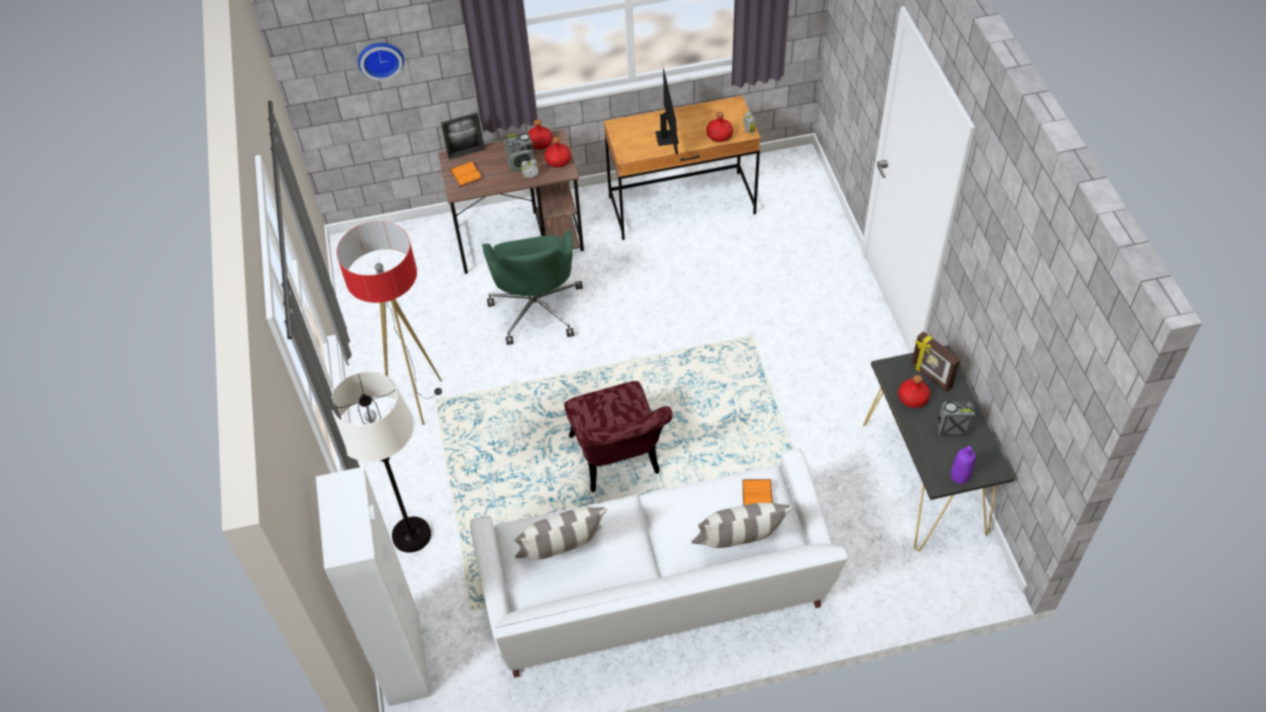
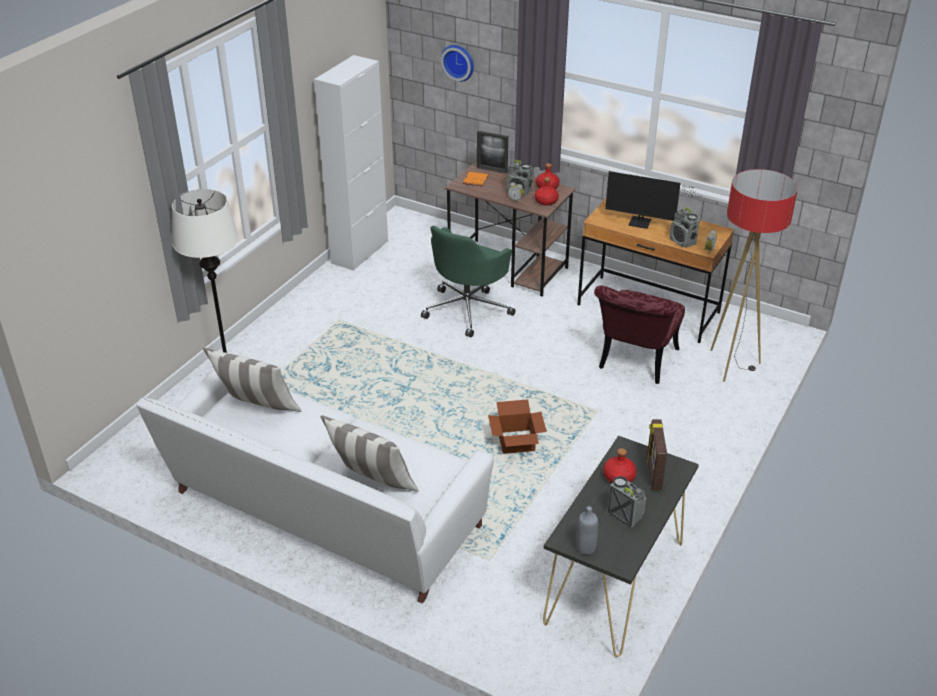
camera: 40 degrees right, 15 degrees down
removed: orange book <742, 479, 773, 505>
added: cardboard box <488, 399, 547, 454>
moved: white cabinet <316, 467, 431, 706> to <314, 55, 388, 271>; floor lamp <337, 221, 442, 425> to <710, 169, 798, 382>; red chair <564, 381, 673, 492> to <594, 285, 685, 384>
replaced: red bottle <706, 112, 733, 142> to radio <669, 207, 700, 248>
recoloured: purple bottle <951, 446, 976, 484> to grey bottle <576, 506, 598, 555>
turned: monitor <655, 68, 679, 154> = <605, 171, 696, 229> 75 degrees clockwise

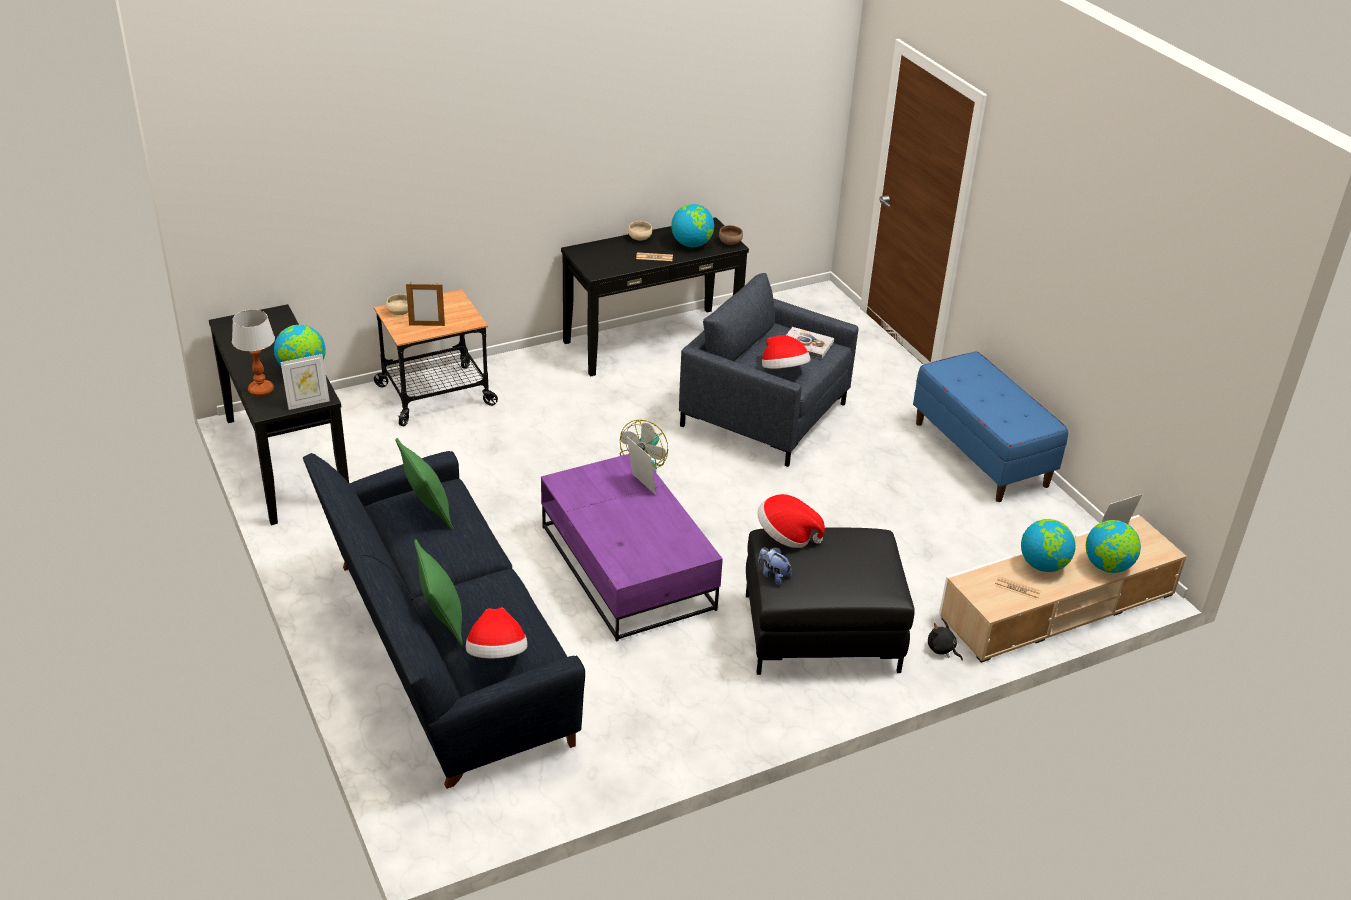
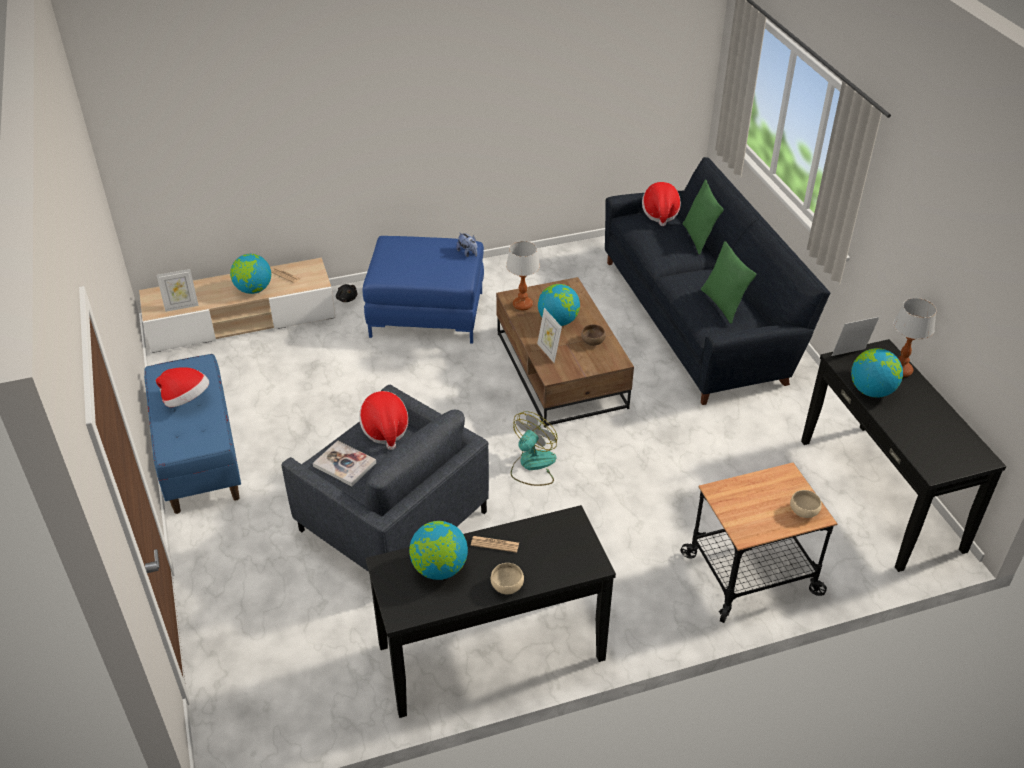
camera: 170 degrees left, 5 degrees up
removed: picture frame <406, 284, 445, 326>
added: table lamp <506, 241, 540, 311>
moved: brown bowl <719, 225, 743, 245> to <581, 324, 606, 346>; hat <758, 494, 825, 548> to <156, 367, 209, 407>; globe <1086, 520, 1141, 573> to <538, 284, 580, 326>
recoloured: purple coffee table <541, 454, 723, 642> to brown coffee table <496, 277, 634, 428>; black ottoman <746, 528, 915, 675> to blue ottoman <363, 236, 484, 344>

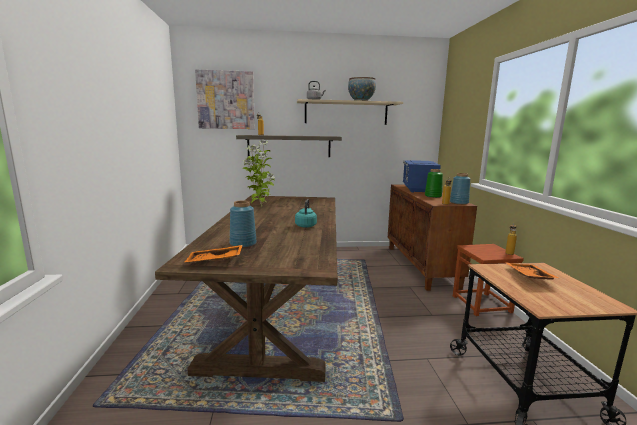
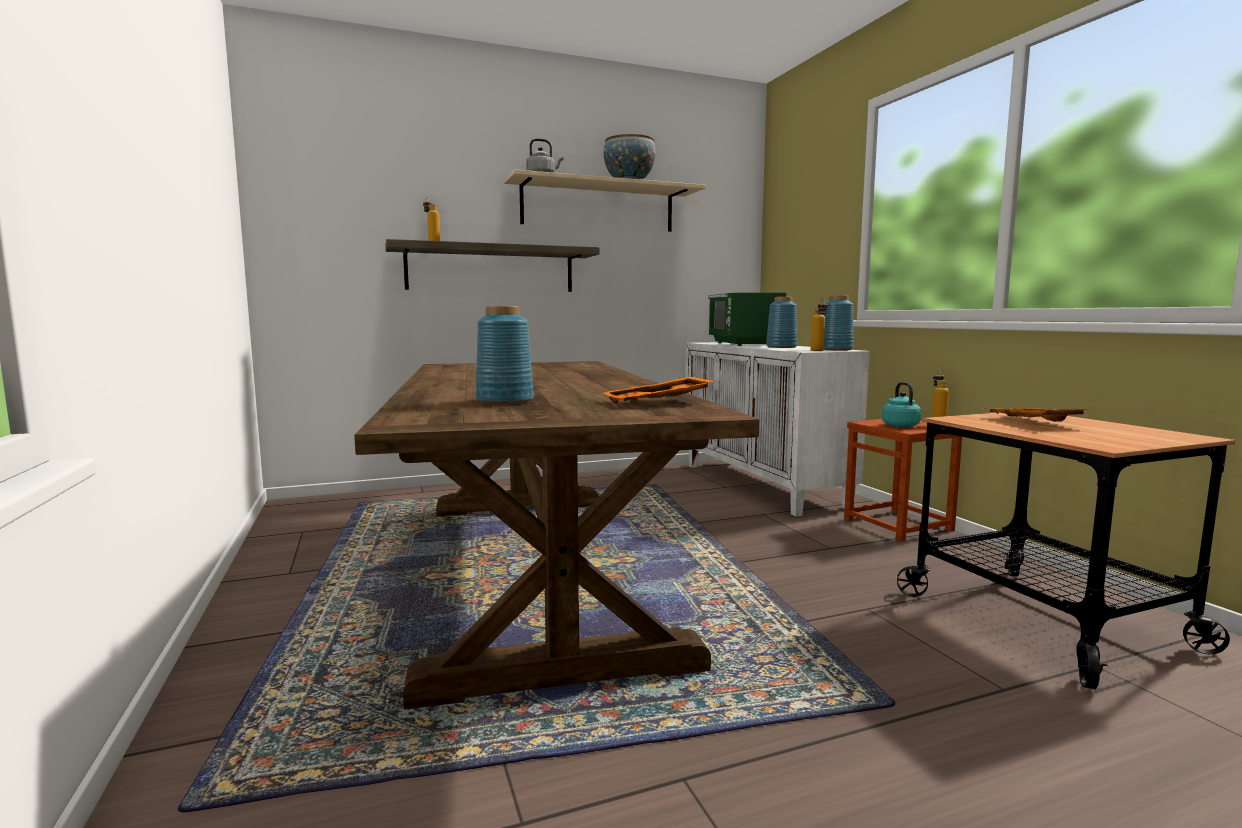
camera: 15 degrees left, 5 degrees down
removed: picture <195, 69, 255, 129>; potted plant <243, 140, 275, 208>
moved: orange tray <184, 245, 243, 263> to <602, 377, 714, 404>; turquoise kettle <295, 199, 317, 228> to <882, 382, 921, 428>
recoloured: brown cabinet <388, 184, 477, 291> to white cabinet <685, 342, 870, 517>; blue microwave <403, 160, 441, 193> to green microwave <708, 292, 786, 346>; green vase <425, 169, 443, 198> to blue vase <766, 297, 797, 348>

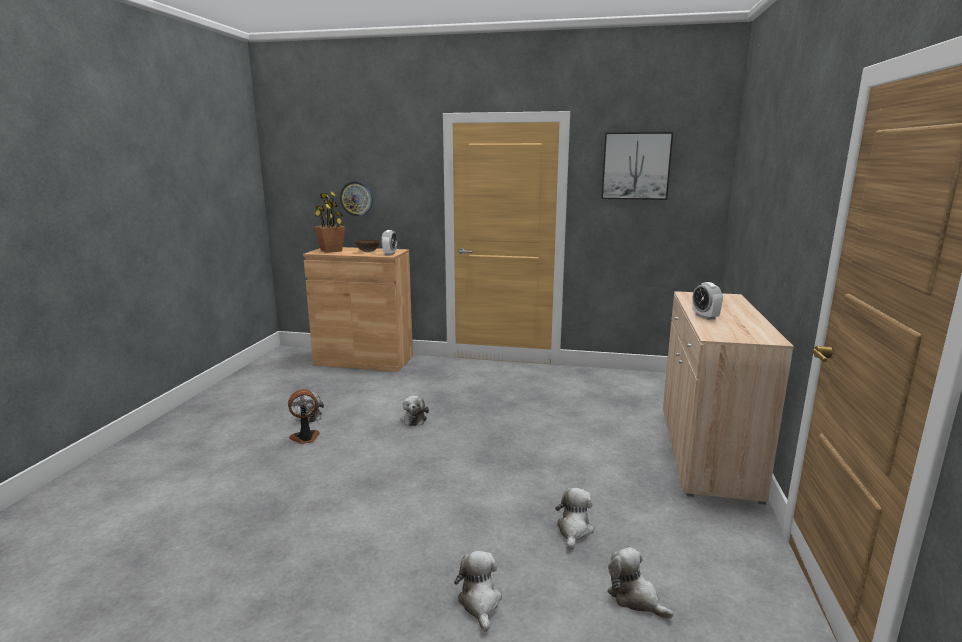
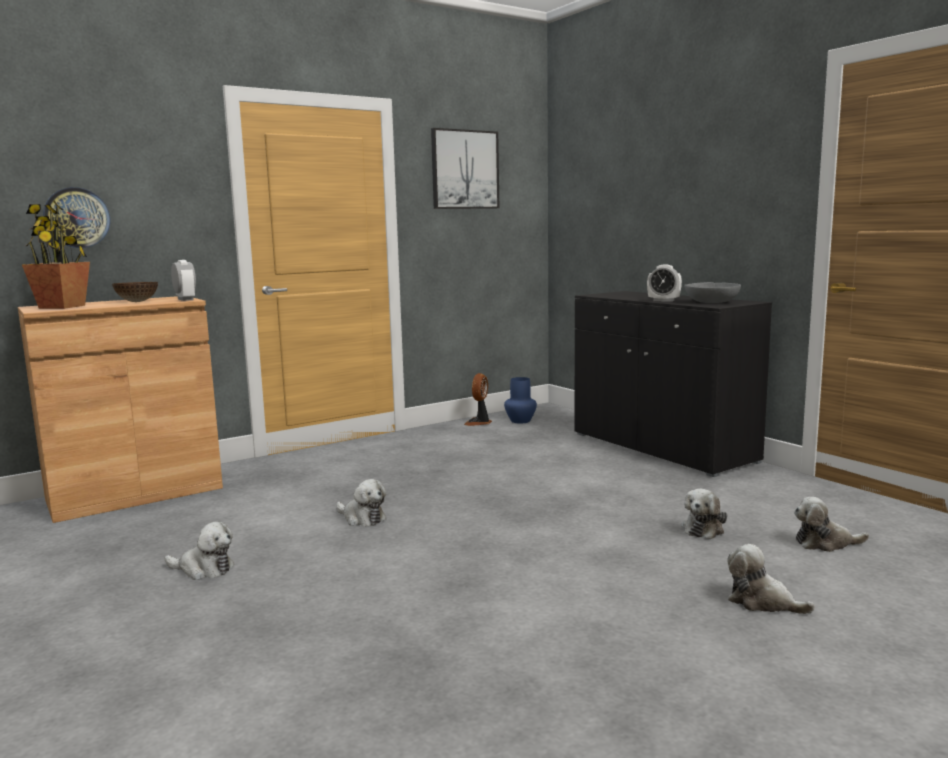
camera: 45 degrees left, 5 degrees down
added: blue vase <504, 377, 537, 424>; grey bowl <684, 282, 741, 303>
moved: fan <288, 389, 320, 444> to <464, 373, 492, 426>
recoloured: beige cabinet <663, 291, 794, 505> to black cabinet <574, 291, 772, 477>
turned: plush toy <555, 488, 594, 550> = <682, 489, 727, 539> 120 degrees counterclockwise

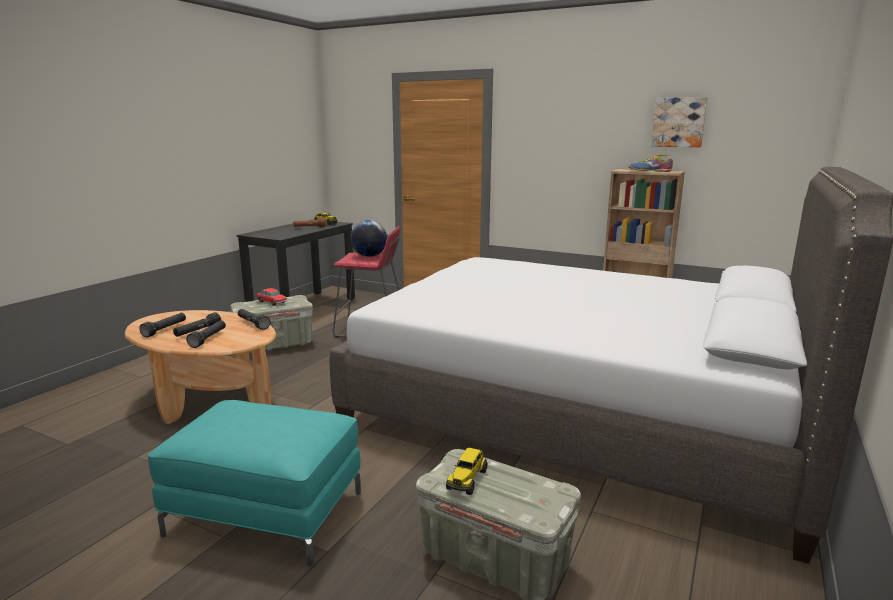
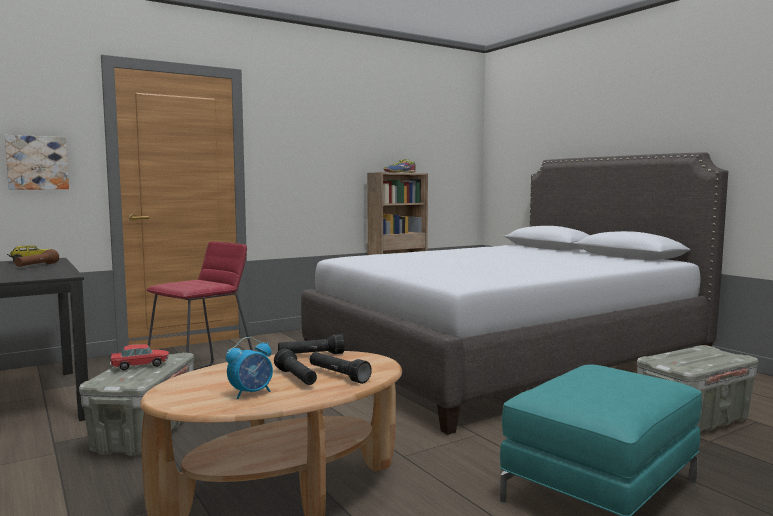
camera: 60 degrees left, 10 degrees down
removed: globe <350, 220, 387, 257>; toy truck <446, 448, 488, 495>
moved: picture <651, 97, 707, 147> to <5, 135, 69, 189>
replaced: black flashlight <139, 313, 186, 338> to alarm clock <226, 337, 273, 399>

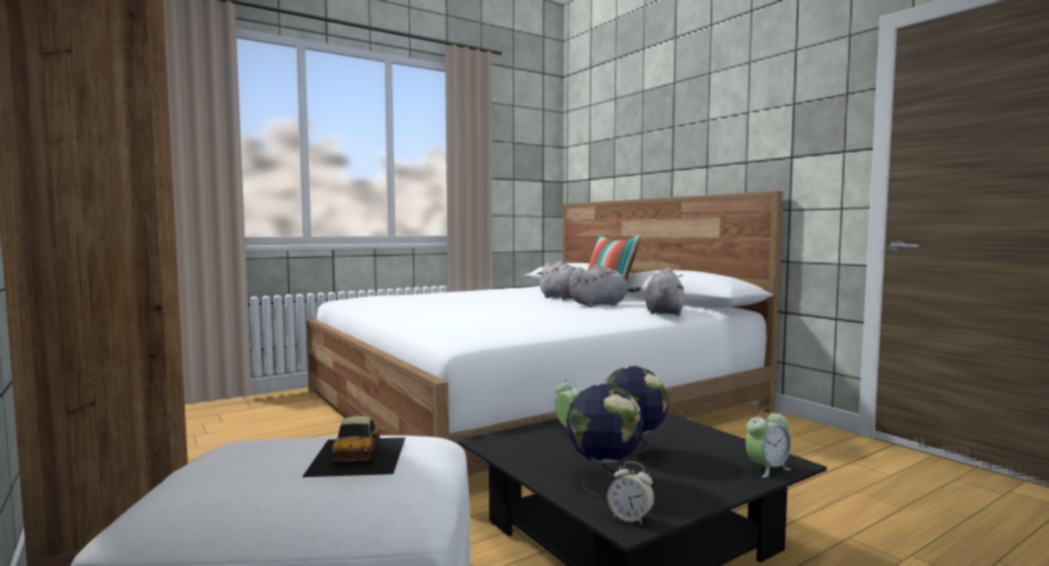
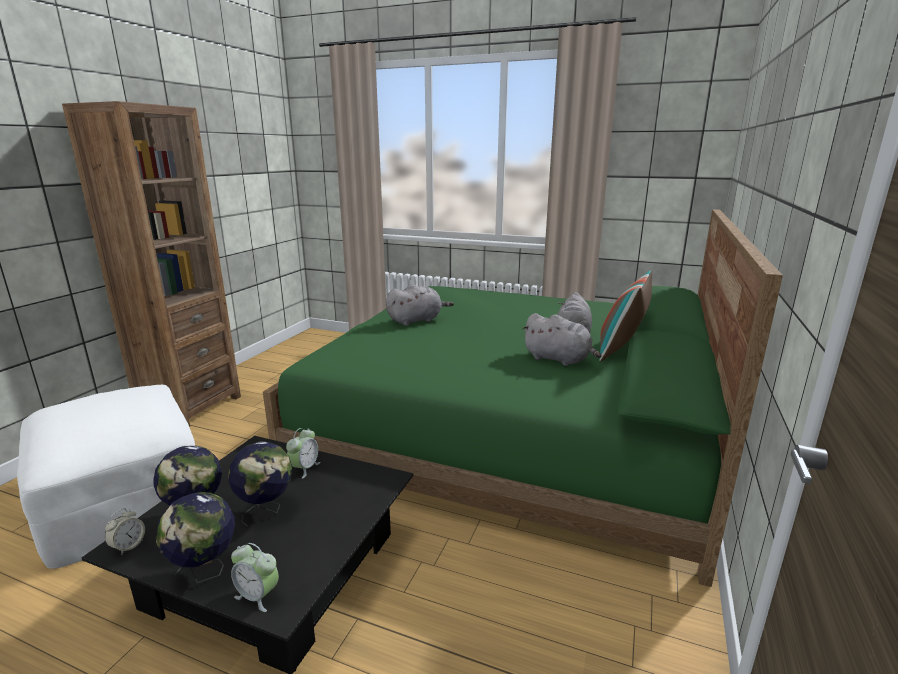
camera: 55 degrees right, 15 degrees up
removed: toy car <302, 416, 406, 477>
added: globe <156, 492, 235, 583>
moved: grey plush toy <645, 268, 684, 316> to <386, 284, 454, 326>
recoloured: white bed <306, 191, 783, 475> to green bed <263, 209, 783, 587>
turned: alarm clock <607, 462, 654, 525> = <105, 508, 145, 555> 150 degrees counterclockwise

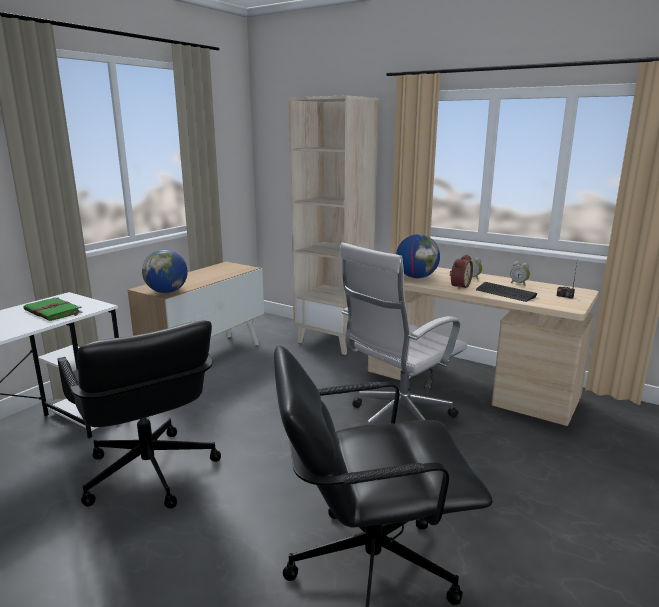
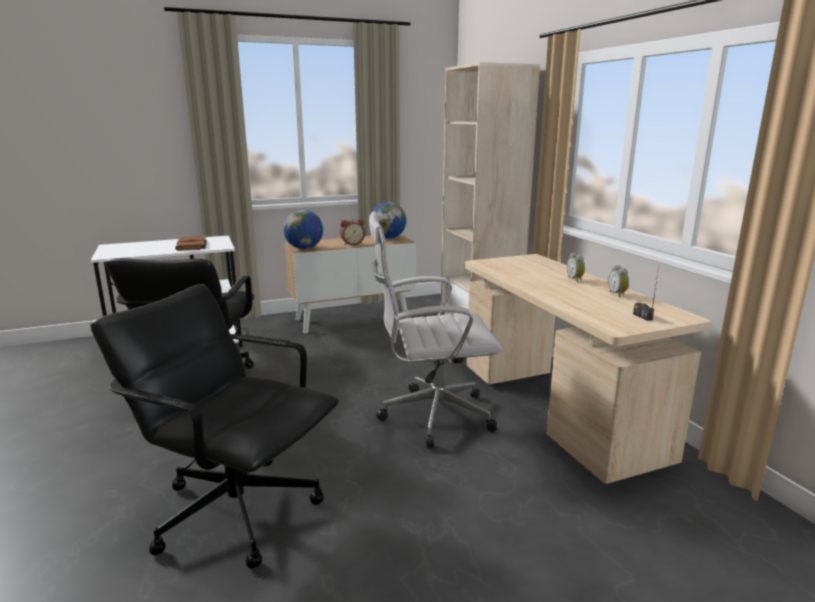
camera: 35 degrees right, 0 degrees up
removed: keyboard <476, 282, 537, 302>
moved: globe <396, 234, 440, 278> to <372, 202, 406, 239>; alarm clock <450, 254, 473, 289> to <340, 219, 365, 245>
recoloured: green book <23, 297, 83, 321> to brown book <175, 236, 207, 251>

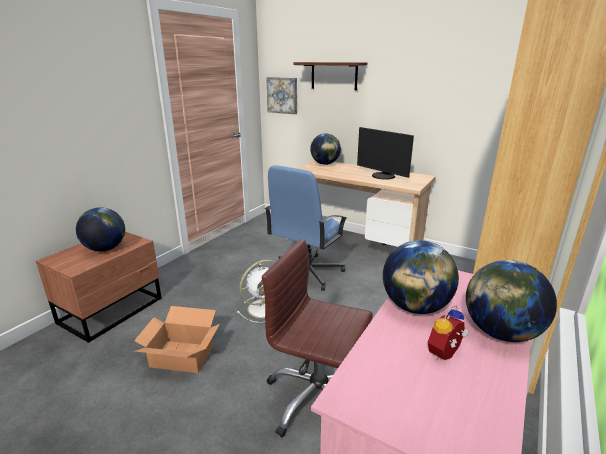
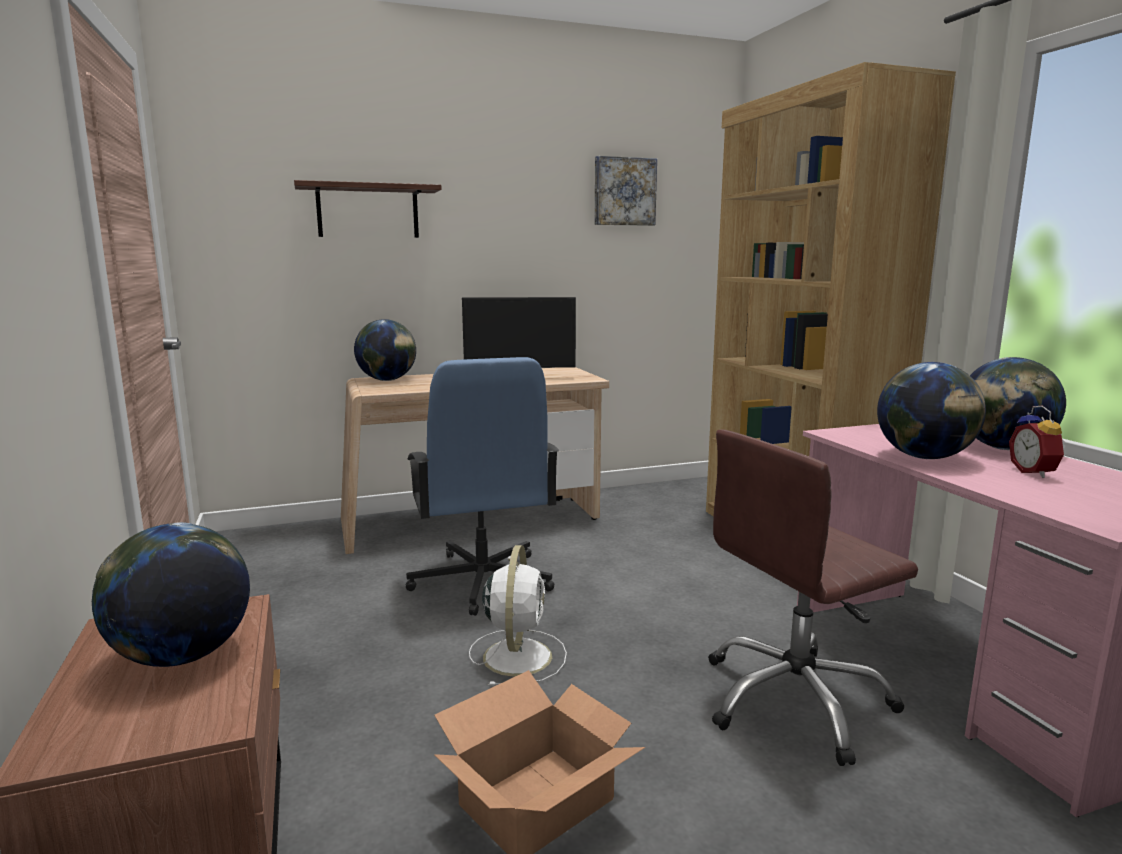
camera: 50 degrees left, 10 degrees down
moved: picture <266, 77, 297, 114> to <594, 156, 657, 226>

